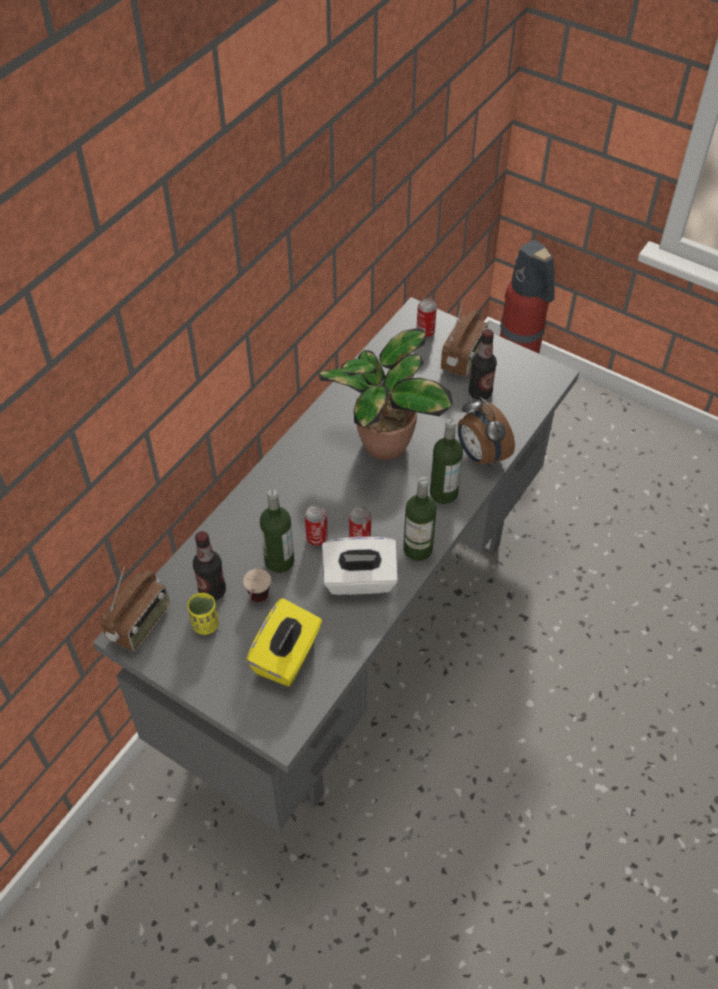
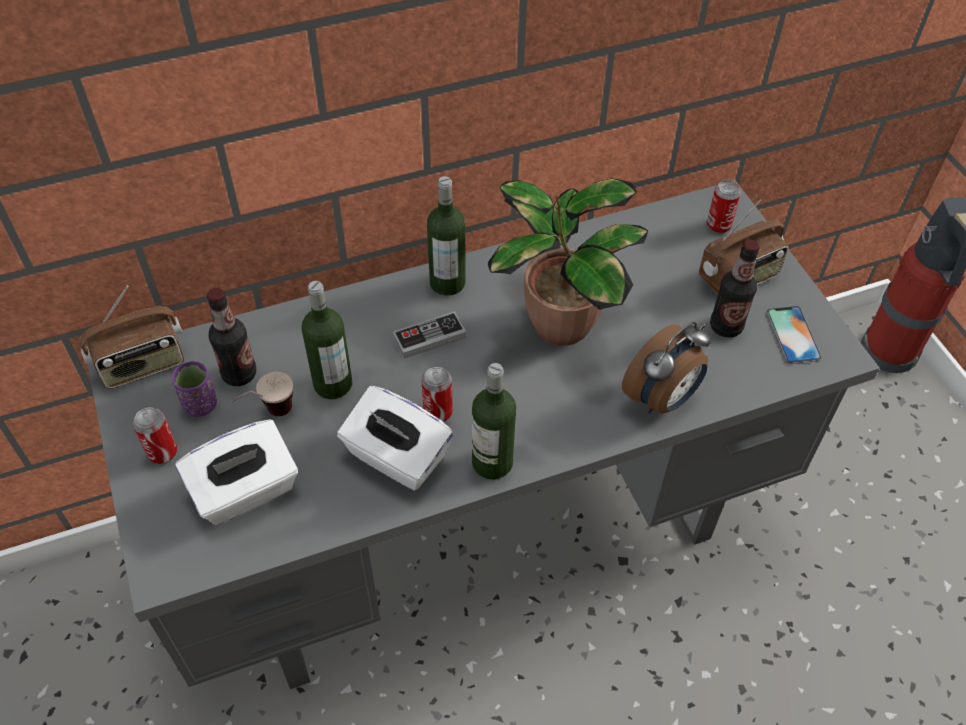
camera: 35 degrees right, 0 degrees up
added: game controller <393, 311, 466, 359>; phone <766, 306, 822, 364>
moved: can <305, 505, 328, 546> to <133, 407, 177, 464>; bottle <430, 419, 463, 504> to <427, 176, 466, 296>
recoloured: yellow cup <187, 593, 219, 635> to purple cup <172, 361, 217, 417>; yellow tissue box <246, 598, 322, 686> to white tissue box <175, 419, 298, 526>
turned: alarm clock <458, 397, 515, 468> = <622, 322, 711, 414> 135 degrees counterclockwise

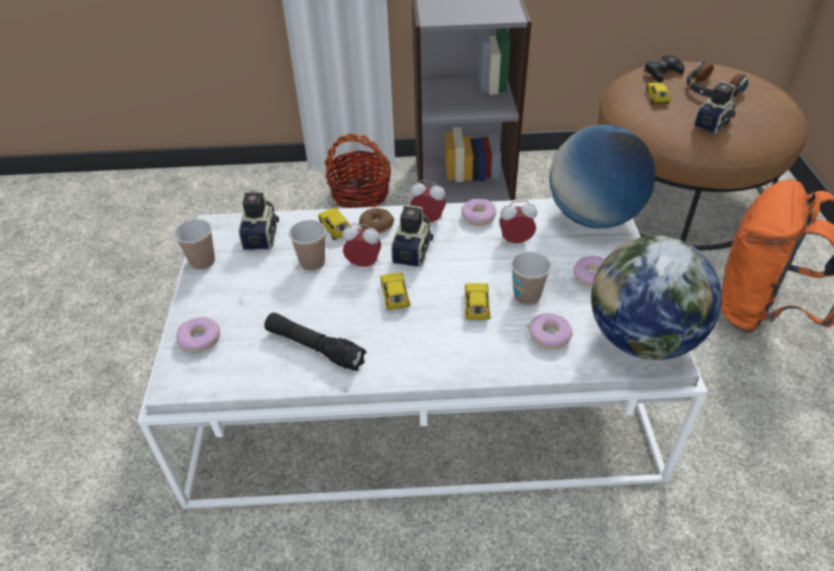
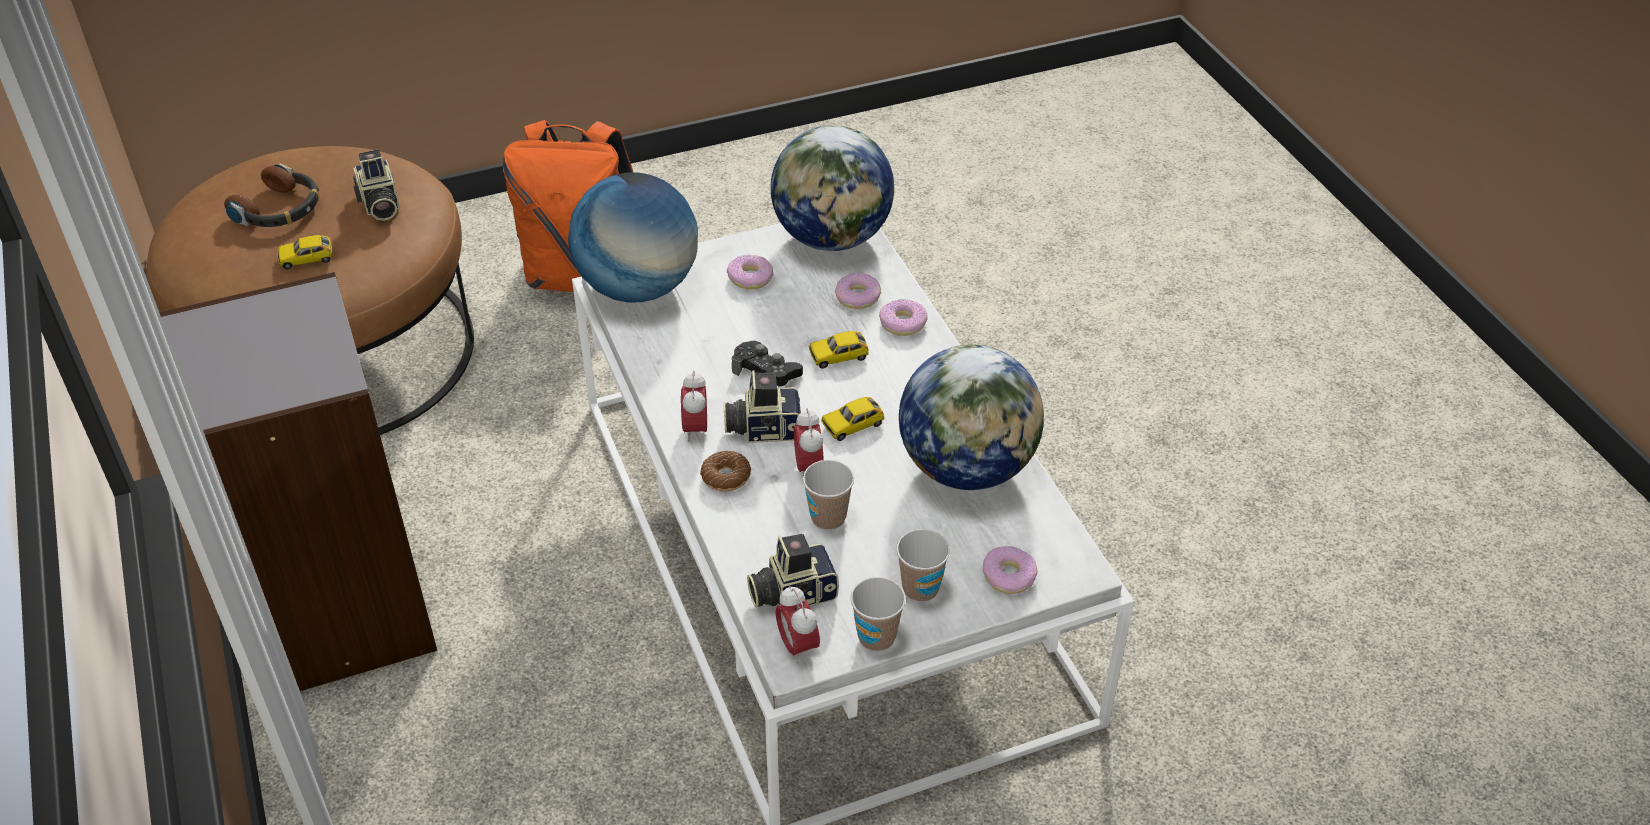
camera: 110 degrees left, 0 degrees up
removed: toy car <318, 208, 351, 240>; basket <324, 134, 391, 208>
moved: donut <461, 199, 496, 226> to <879, 299, 928, 336>; alarm clock <499, 201, 537, 243> to <776, 585, 820, 664>; cup <511, 251, 551, 305> to <896, 529, 950, 602>; black game controller <644, 55, 685, 83> to <732, 341, 803, 387>
replaced: black flashlight <264, 312, 367, 371> to globe <899, 344, 1044, 490>
turned: photo camera <694, 81, 736, 134> = <353, 150, 400, 221> 135 degrees counterclockwise

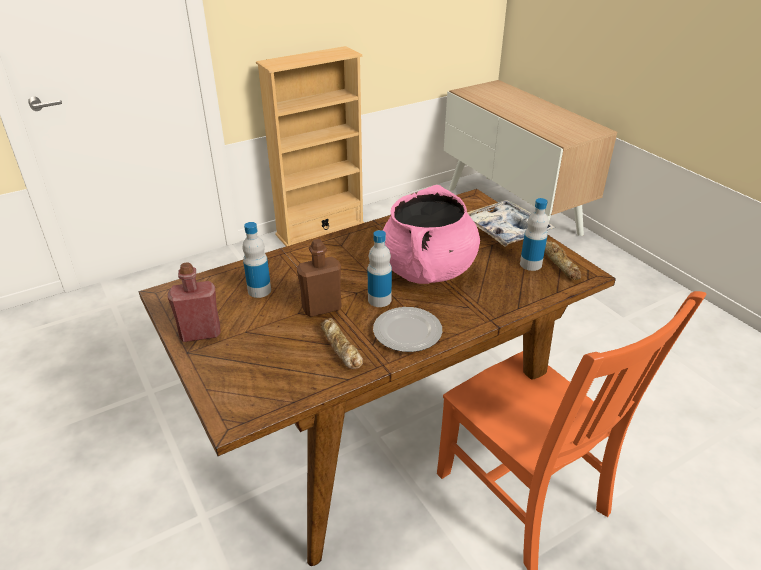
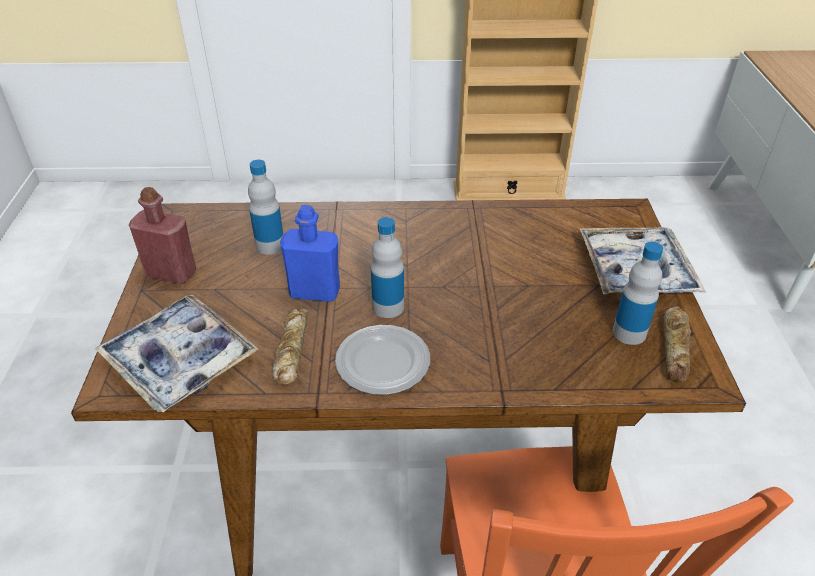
camera: 30 degrees right, 5 degrees up
removed: pink cooking pot <382, 185, 480, 284>
added: tray <95, 294, 258, 412>
recoloured: brown bottle <297, 239, 342, 317> to blue bottle <280, 205, 340, 302>

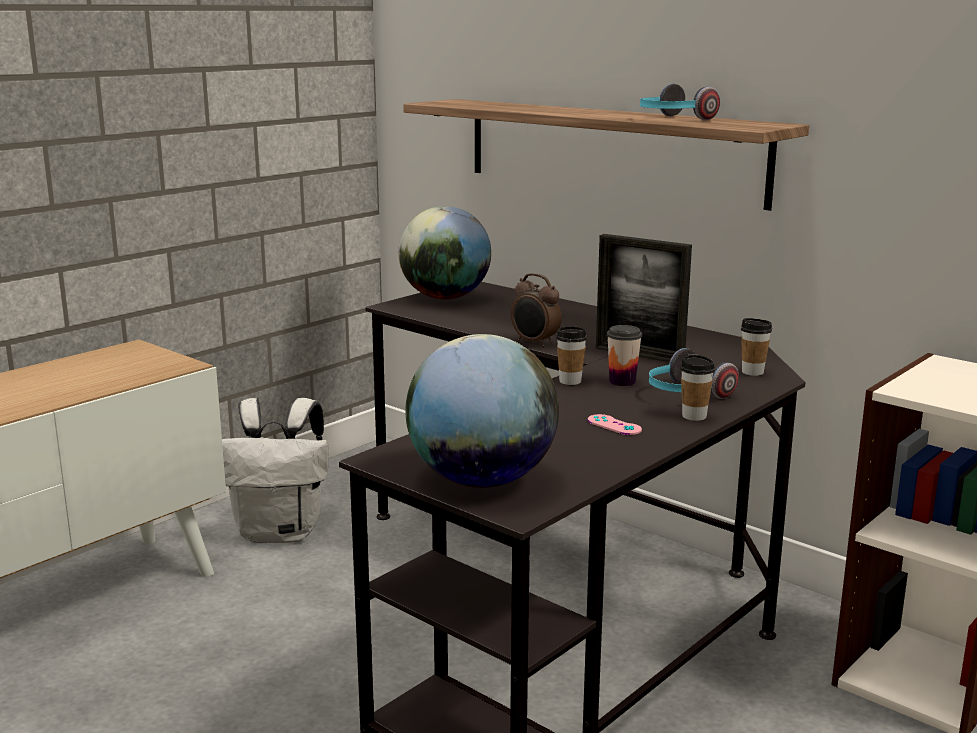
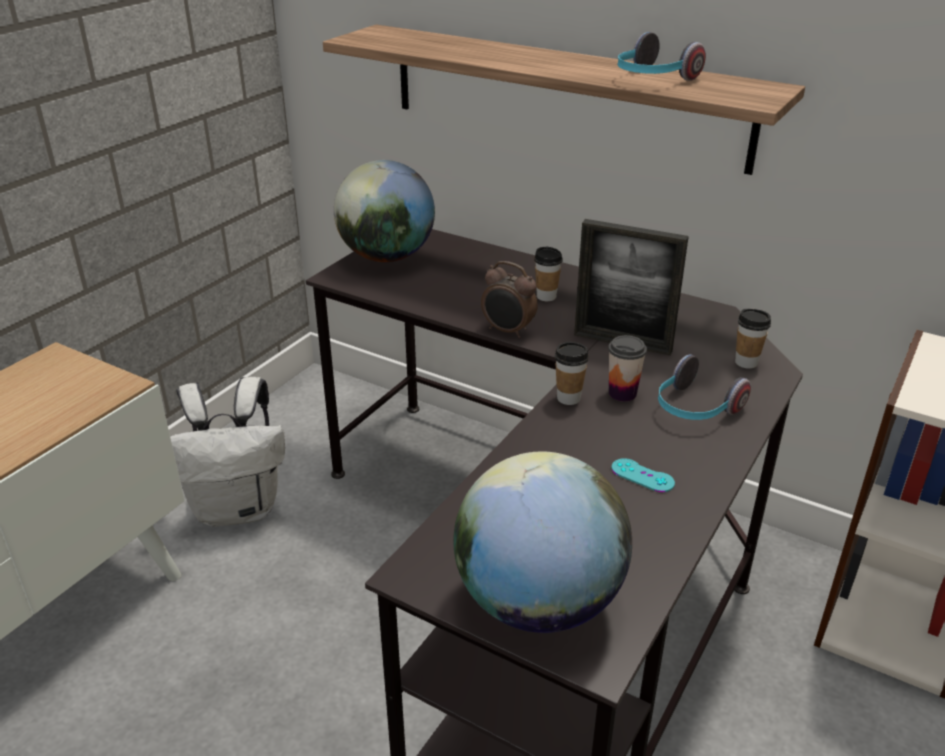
camera: 10 degrees left, 15 degrees up
moved: cup <680, 355, 715, 421> to <534, 247, 563, 301>
recoloured: pink game controller <588, 414, 642, 435> to turquoise game controller <611, 458, 675, 492>

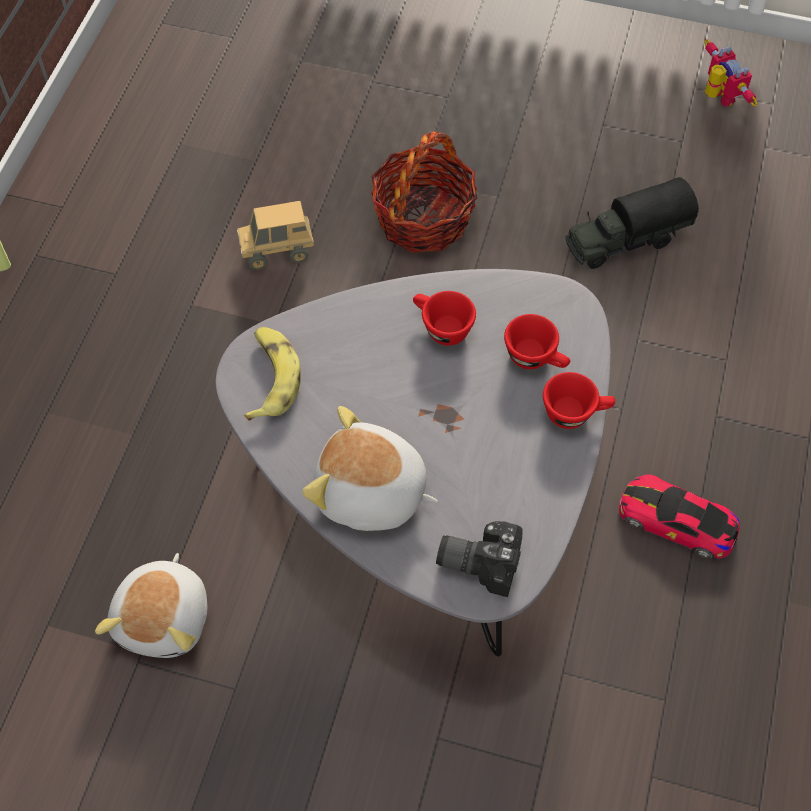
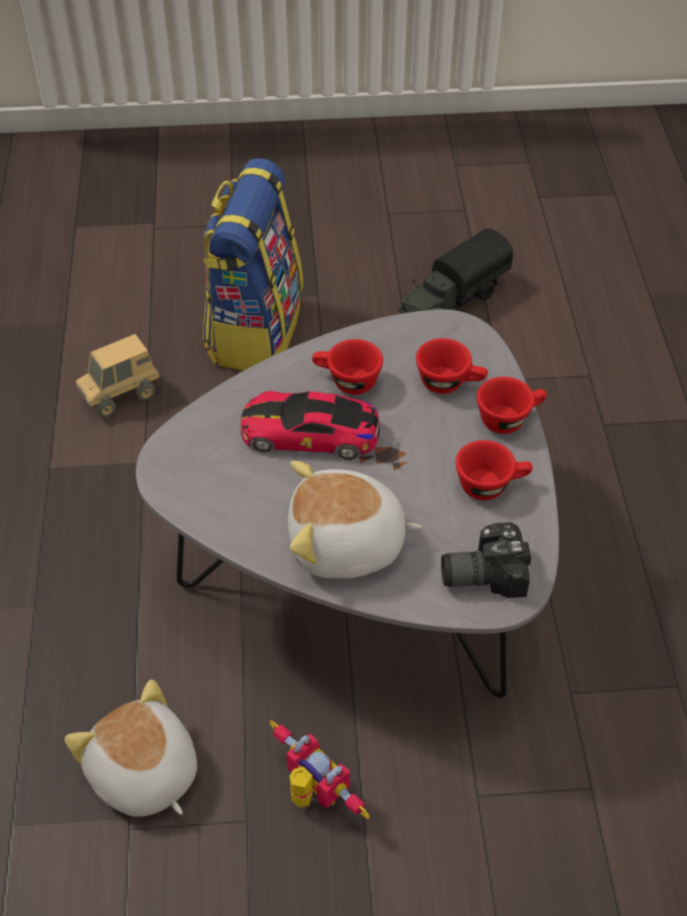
camera: 20 degrees left, 10 degrees down
removed: banana <244, 327, 301, 421>
added: red cup <456, 440, 533, 500>
moved: toy car <619, 474, 740, 559> to <241, 391, 380, 460>; toy robot <704, 39, 757, 107> to <270, 721, 369, 819>
replaced: basket <371, 131, 477, 253> to backpack <203, 158, 303, 370>
turned: plush toy <95, 553, 207, 658> = <64, 680, 197, 817> 150 degrees clockwise

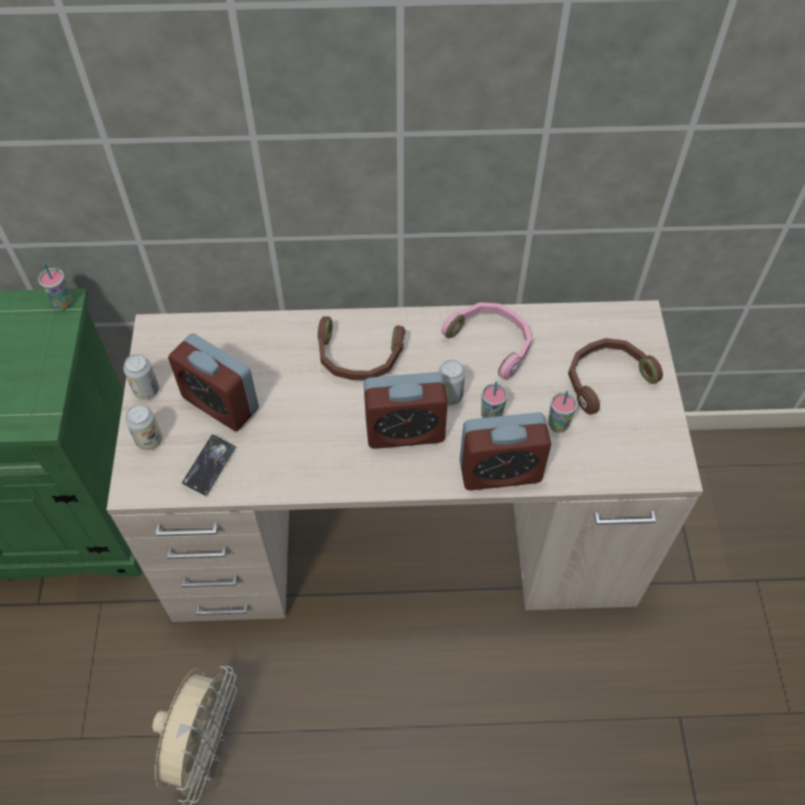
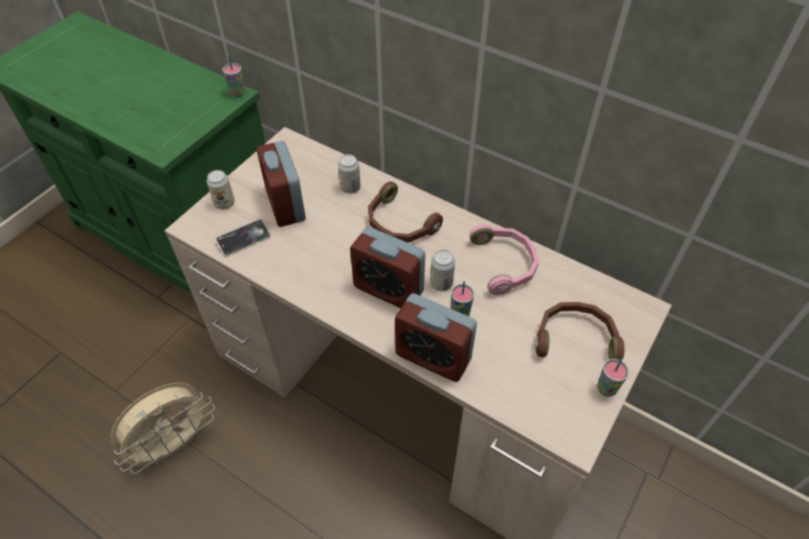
camera: 35 degrees right, 5 degrees down
moved: can <123, 354, 159, 400> to <338, 154, 361, 194>; cup <548, 390, 577, 433> to <597, 358, 629, 397>

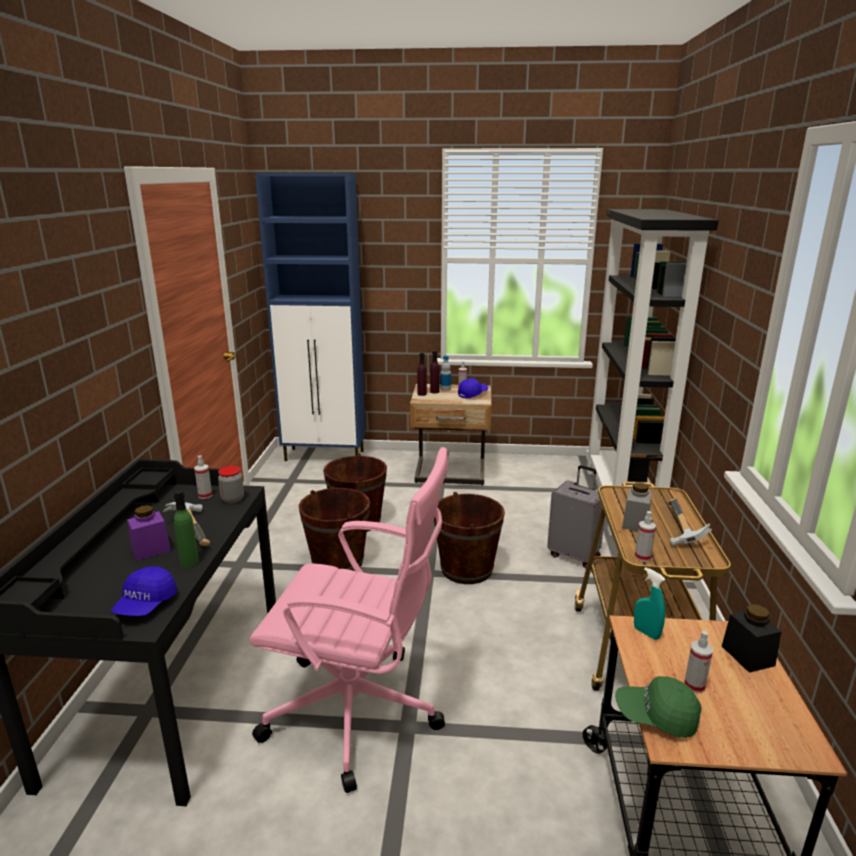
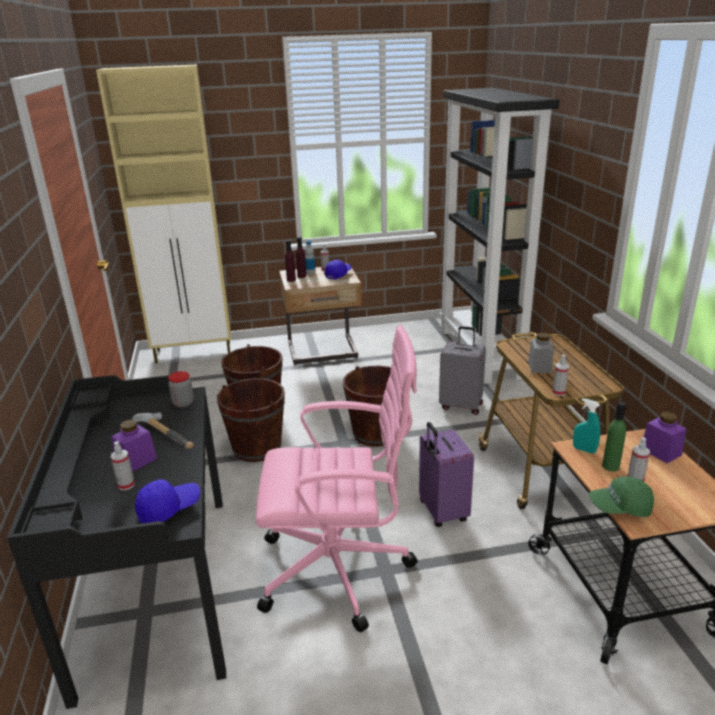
camera: 15 degrees left, 5 degrees up
removed: hammer <668, 499, 712, 546>
added: purple suitcase <419, 422, 474, 527>
moved: green bottle <174, 490, 199, 568> to <602, 402, 626, 471>; spray bottle <194, 456, 212, 499> to <111, 441, 135, 491>
recoloured: blue cabinet <255, 173, 366, 461> to beige cabinet <96, 65, 231, 364>; black jar <722, 604, 781, 673> to purple jar <644, 412, 686, 463>
turned: blue cap <111, 566, 177, 616> = <135, 479, 200, 523> 120 degrees counterclockwise

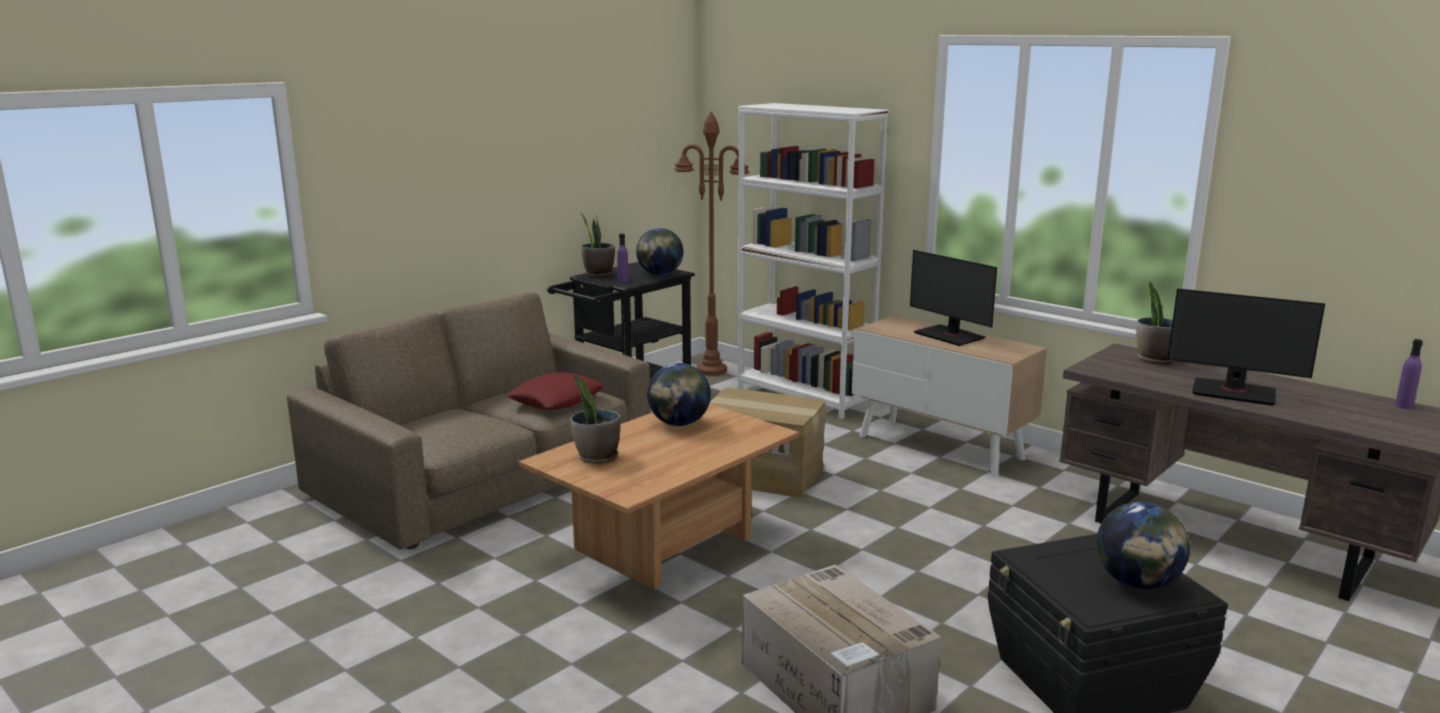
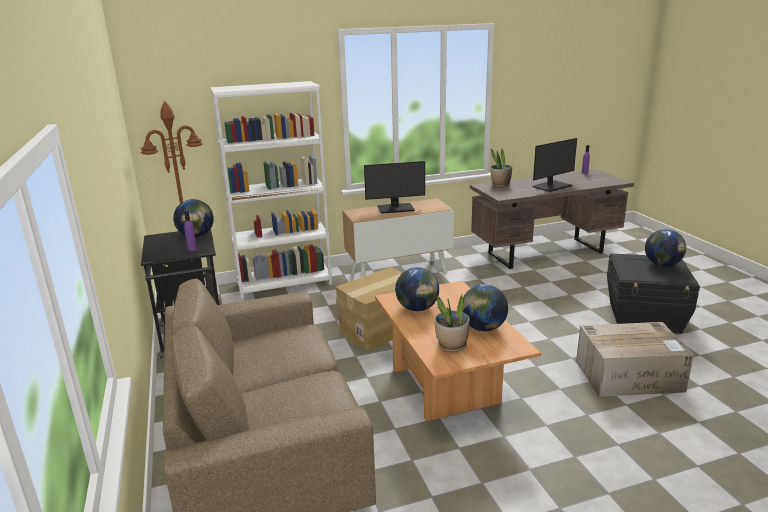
camera: 60 degrees left, 5 degrees up
removed: red pillow <506, 372, 604, 410>; potted plant <581, 214, 615, 278>
added: globe <462, 284, 508, 331>

